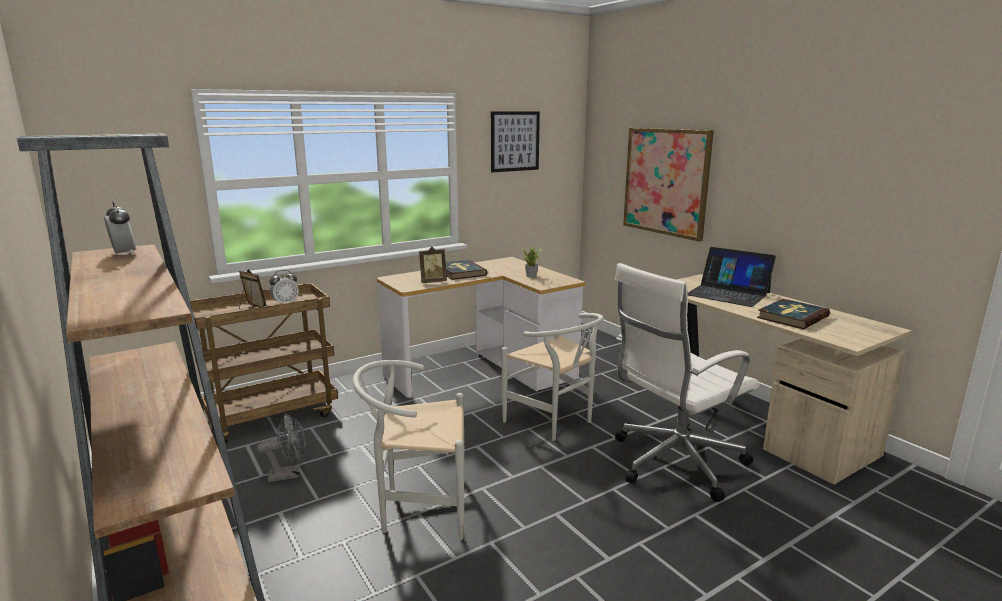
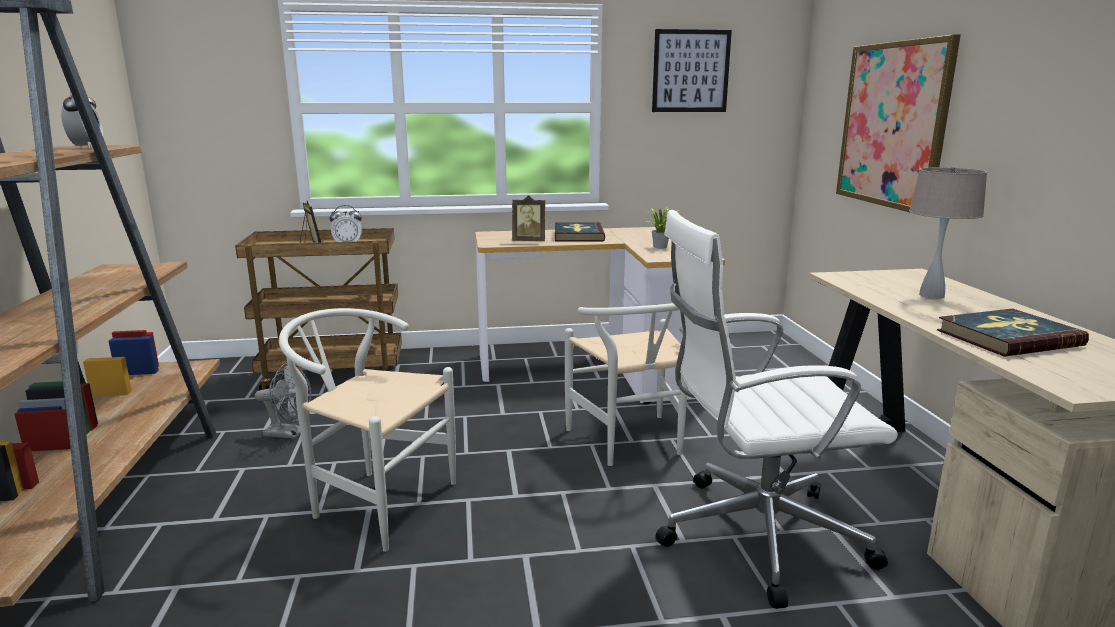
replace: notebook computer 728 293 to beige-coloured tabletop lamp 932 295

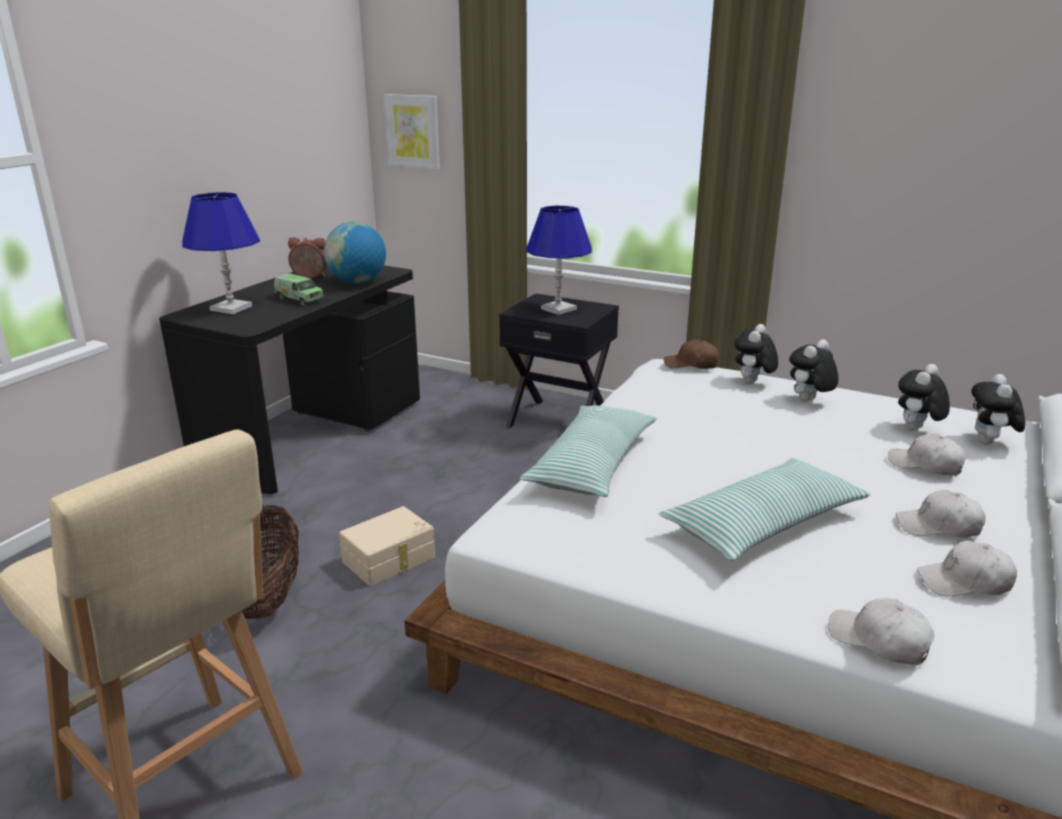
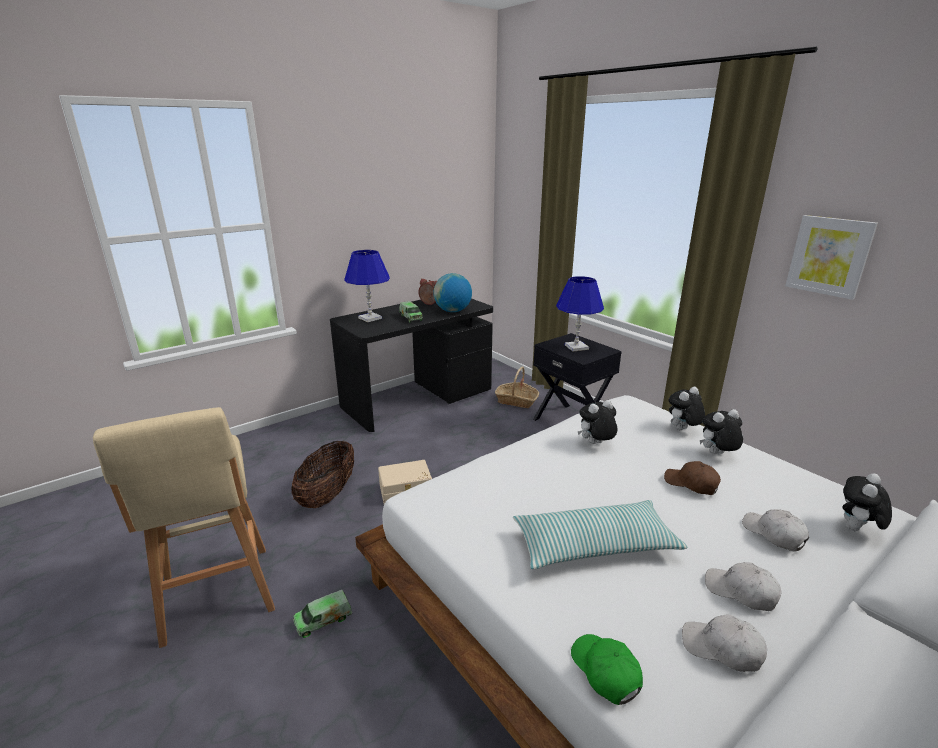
delete: pillow 592 465
insert: toy truck 323 620; household basket 516 401
move: wall art 413 131 to 829 256; brown-coloured baseball cap 691 364 to 691 484; cuddly toy 916 430 to 595 444
recolor: white-coloured baseball cap 879 641 to green baseball cap 605 672

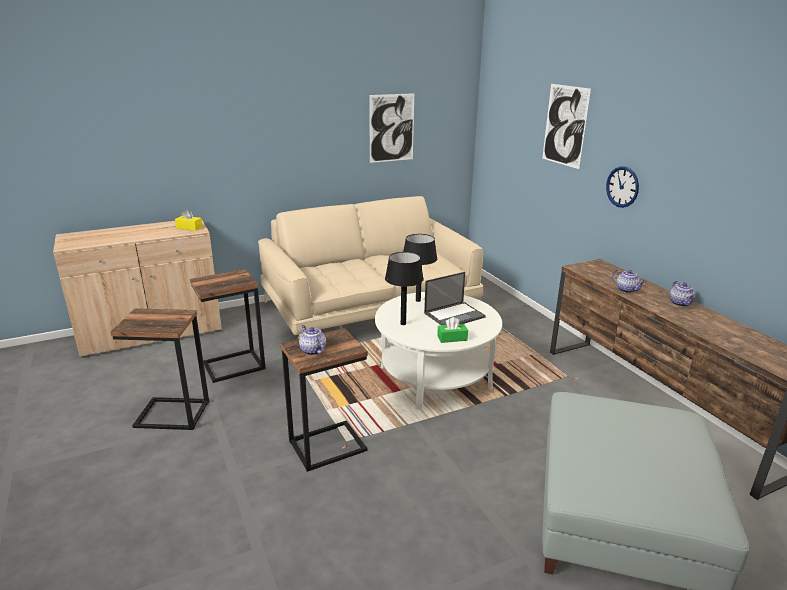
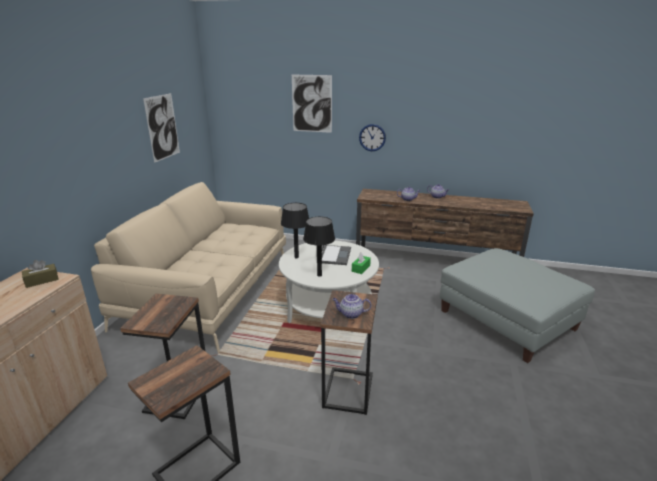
recolor: yellow tissue box 189 227 to brown-coloured tissue box 42 280

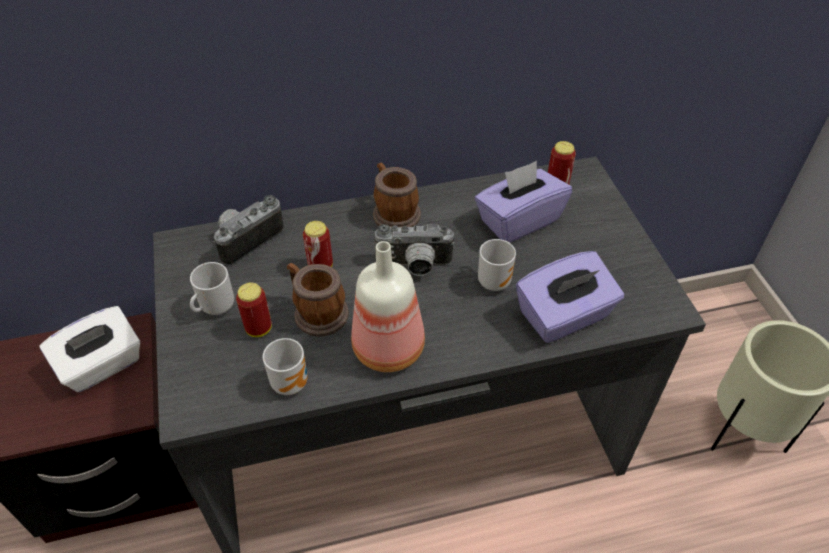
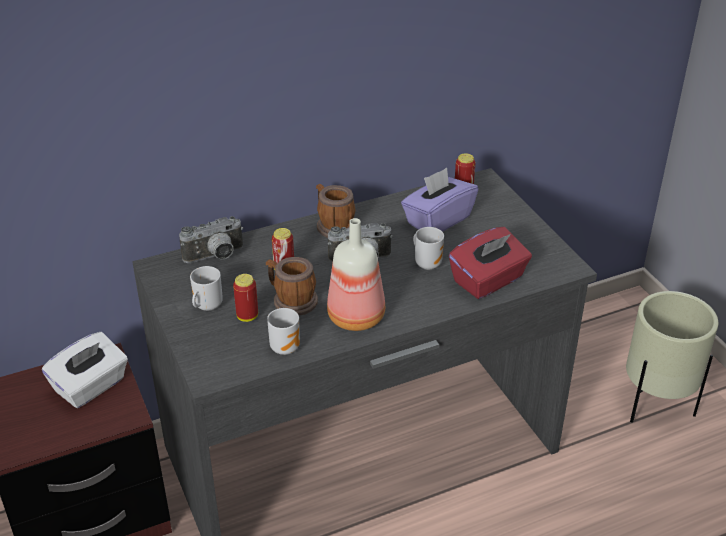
recolor: purple tissue box 564 316 to red-coloured tissue box 488 281
rotate: photo camera 247 239 = 215 257 150 degrees counterclockwise

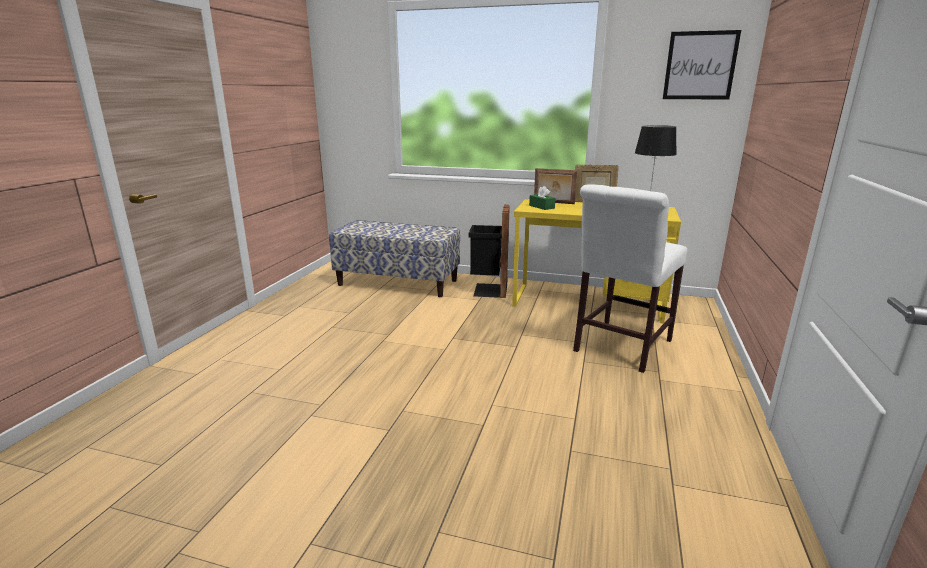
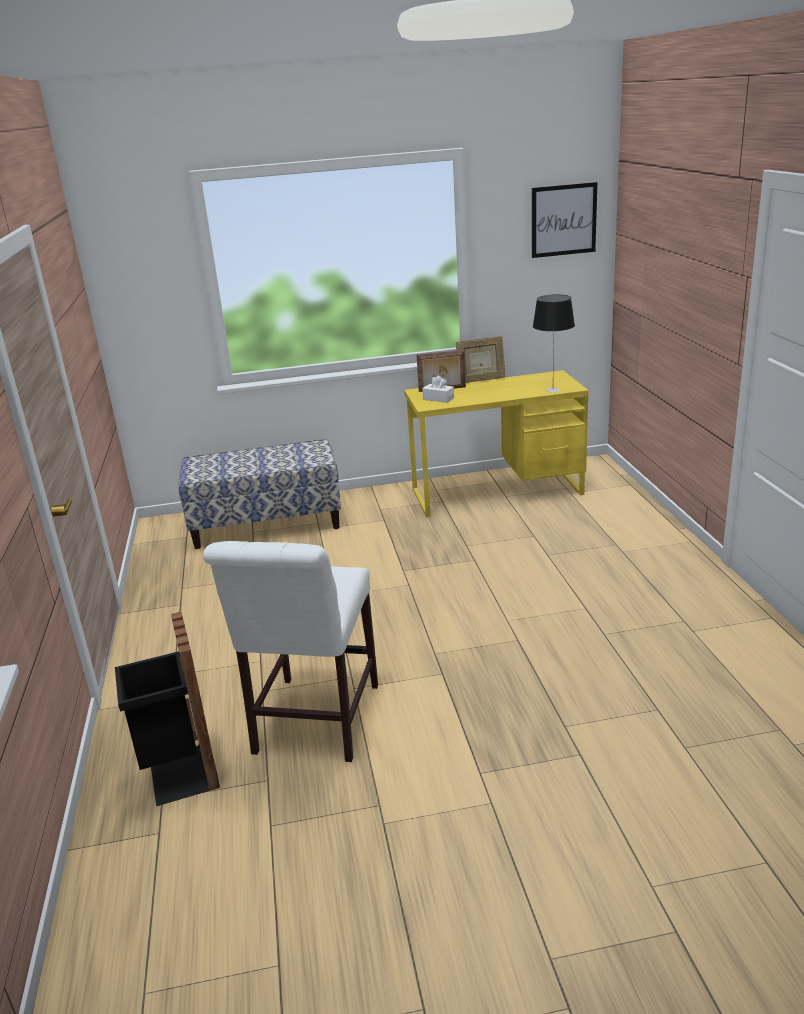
move: black-coloured waste bin 488 290 to 179 774; white-coloured upright chair 619 347 to 313 724
recolor: green tissue box 541 207 to white-coloured tissue box 438 399

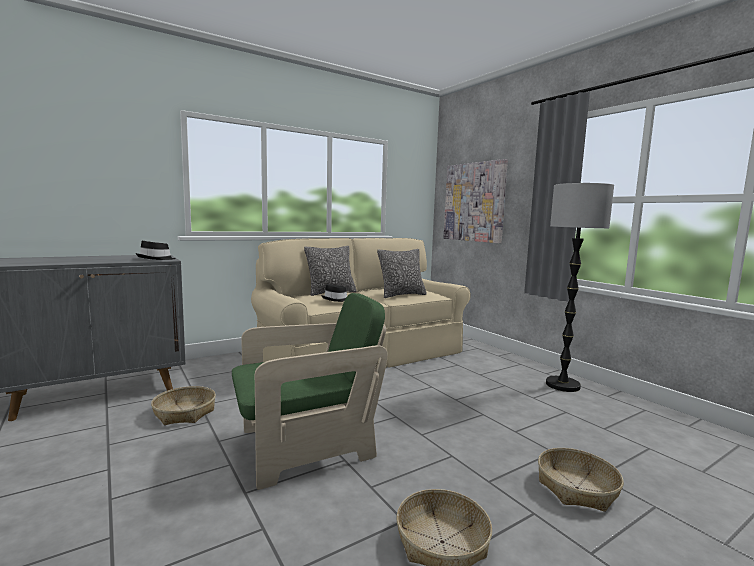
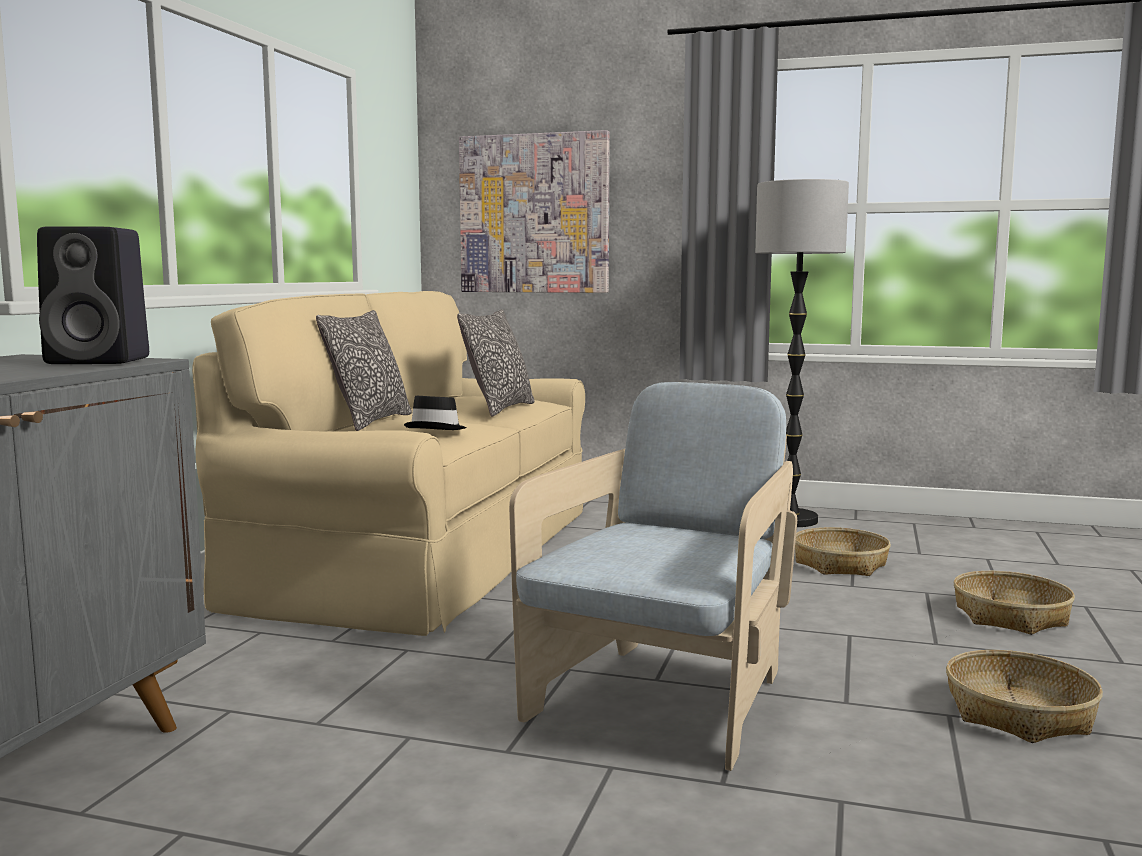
move: household basket 185 413 to 840 564
replace: black-coloured wearable hat 156 259 to black-coloured loudspeaker 102 361
recolor: green lounge chair 306 447 to beige-coloured lounge chair 664 699

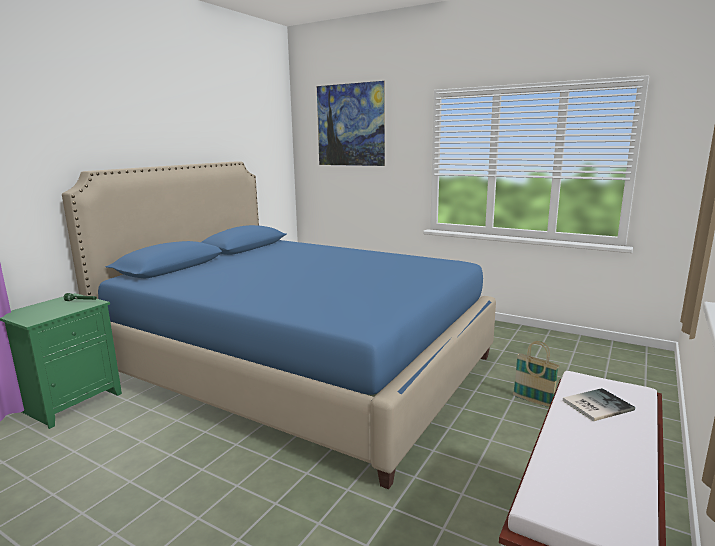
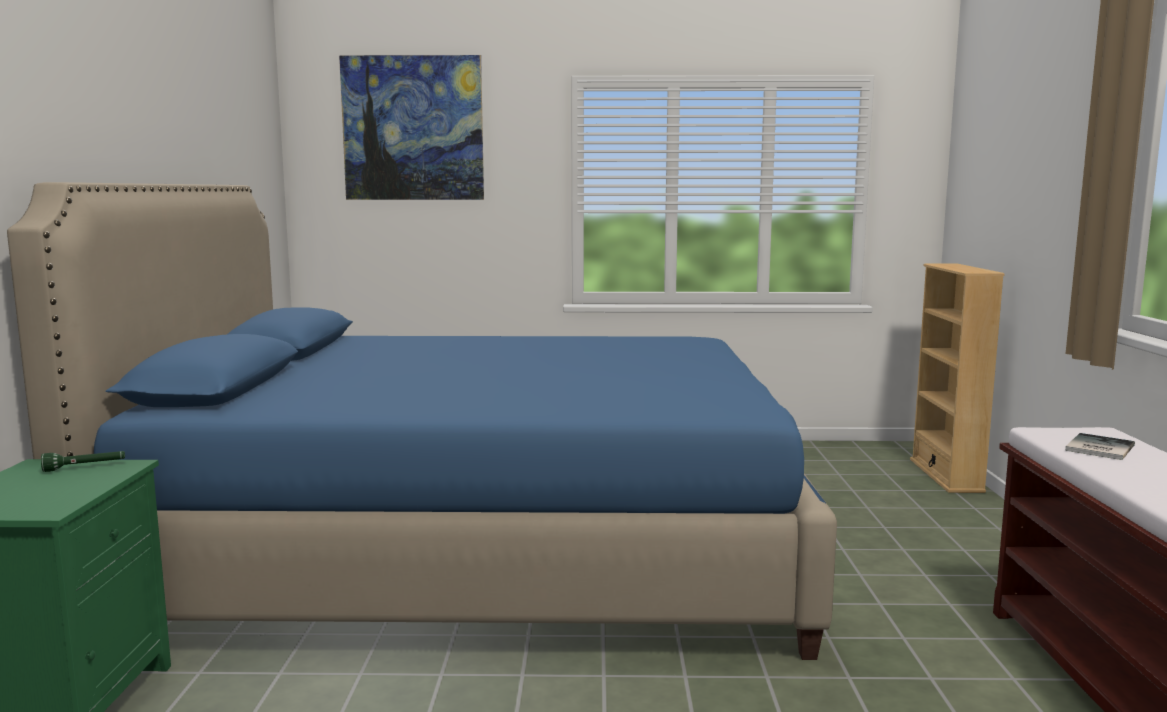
delete: household basket 533 401
insert: beige-coloured bookshelf 946 475

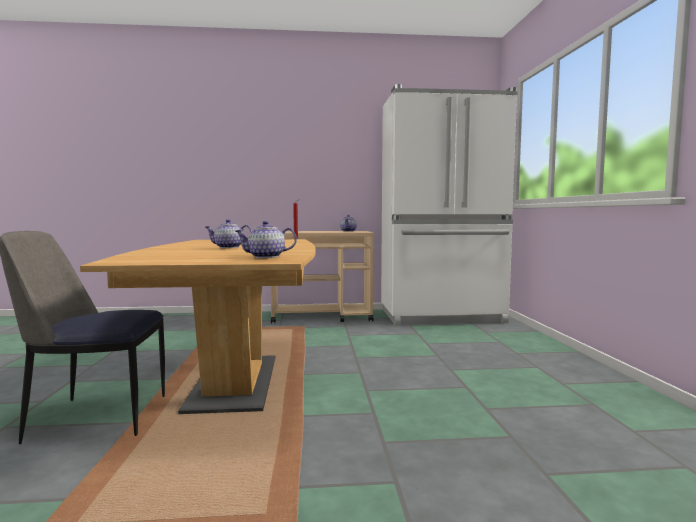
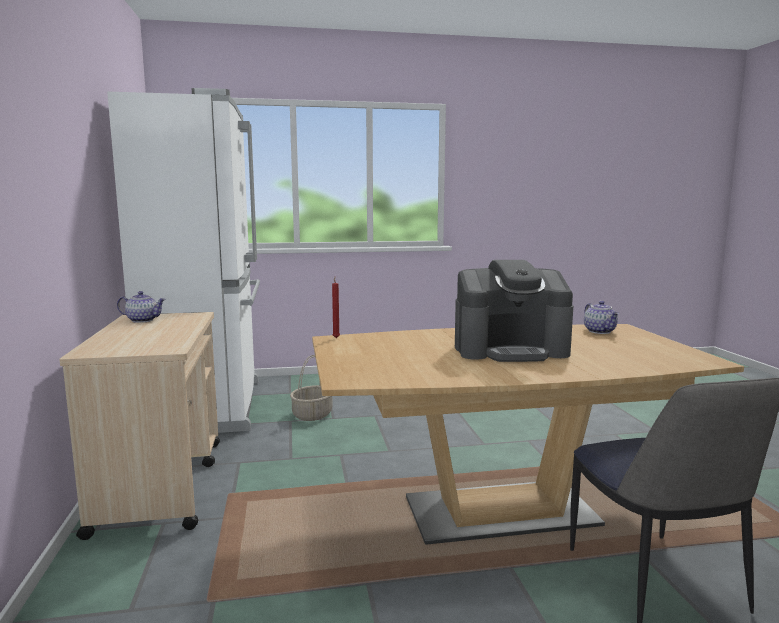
insert: household basket 312 414
replace: tea pot 228 247 to coffee brewer 510 350

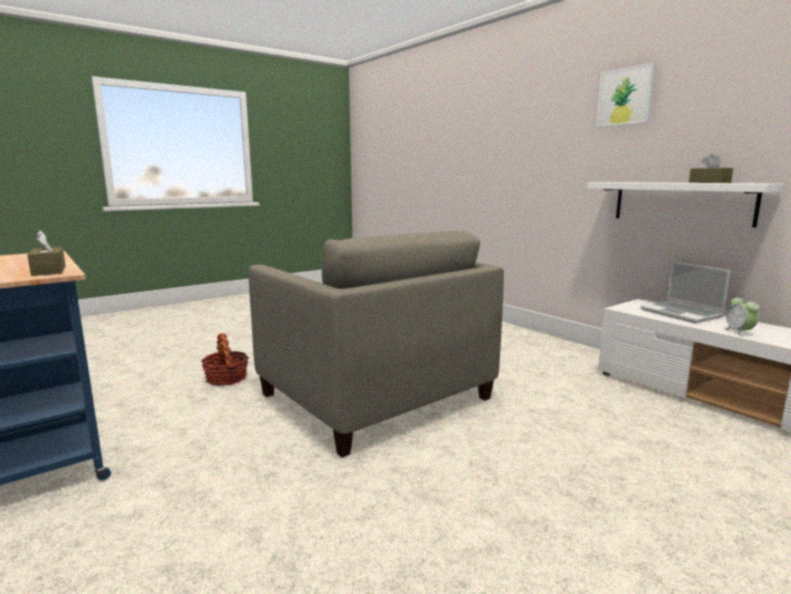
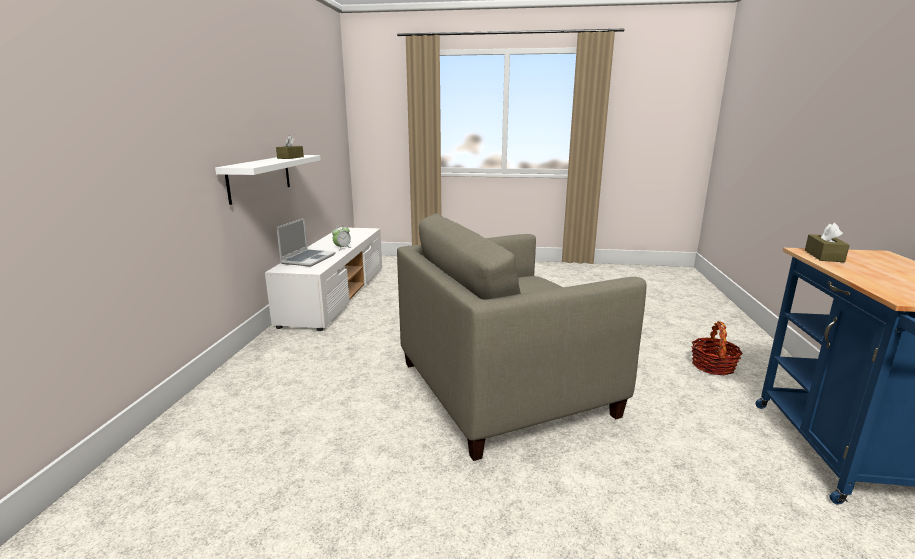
delete: wall art 625 96
move: household basket 226 378 to 713 366
rotate: beige-coloured lounge chair 374 396 = 504 388 120 degrees counterclockwise

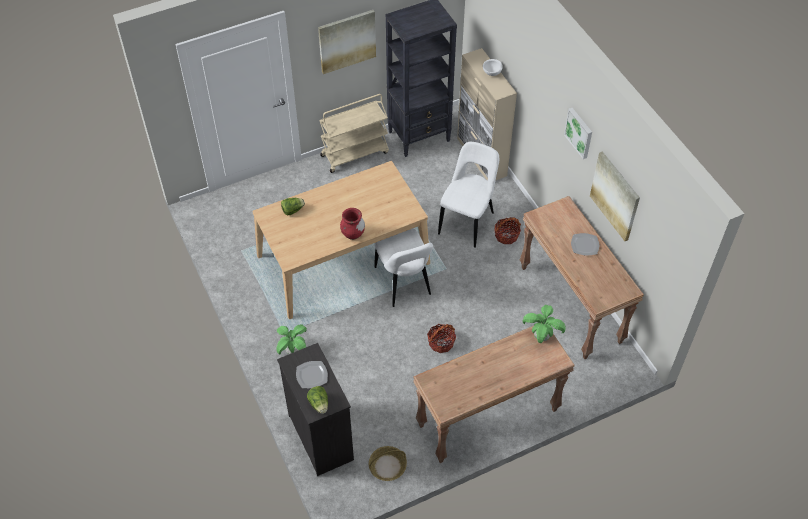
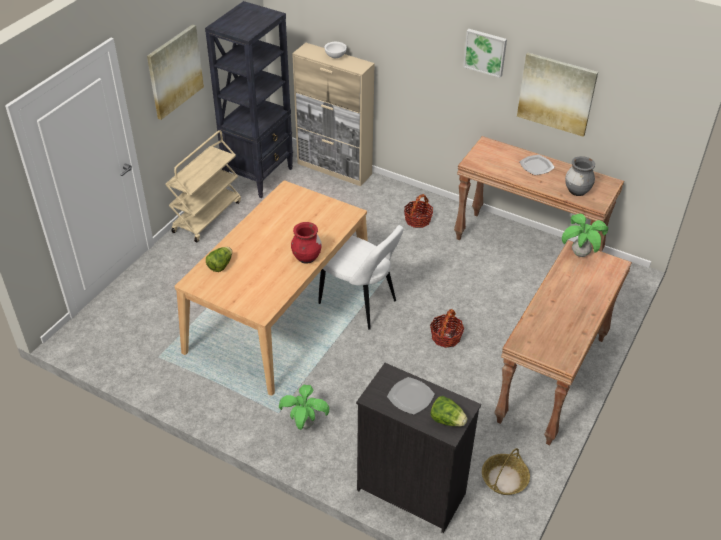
delete: white-coloured upright chair 467 221
insert: gray flower vase 577 191

